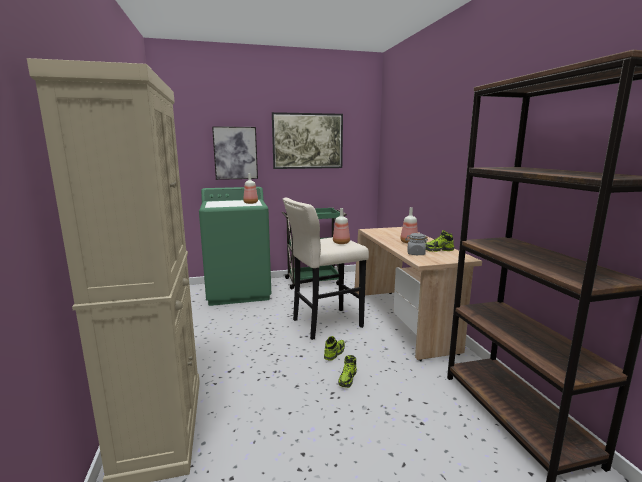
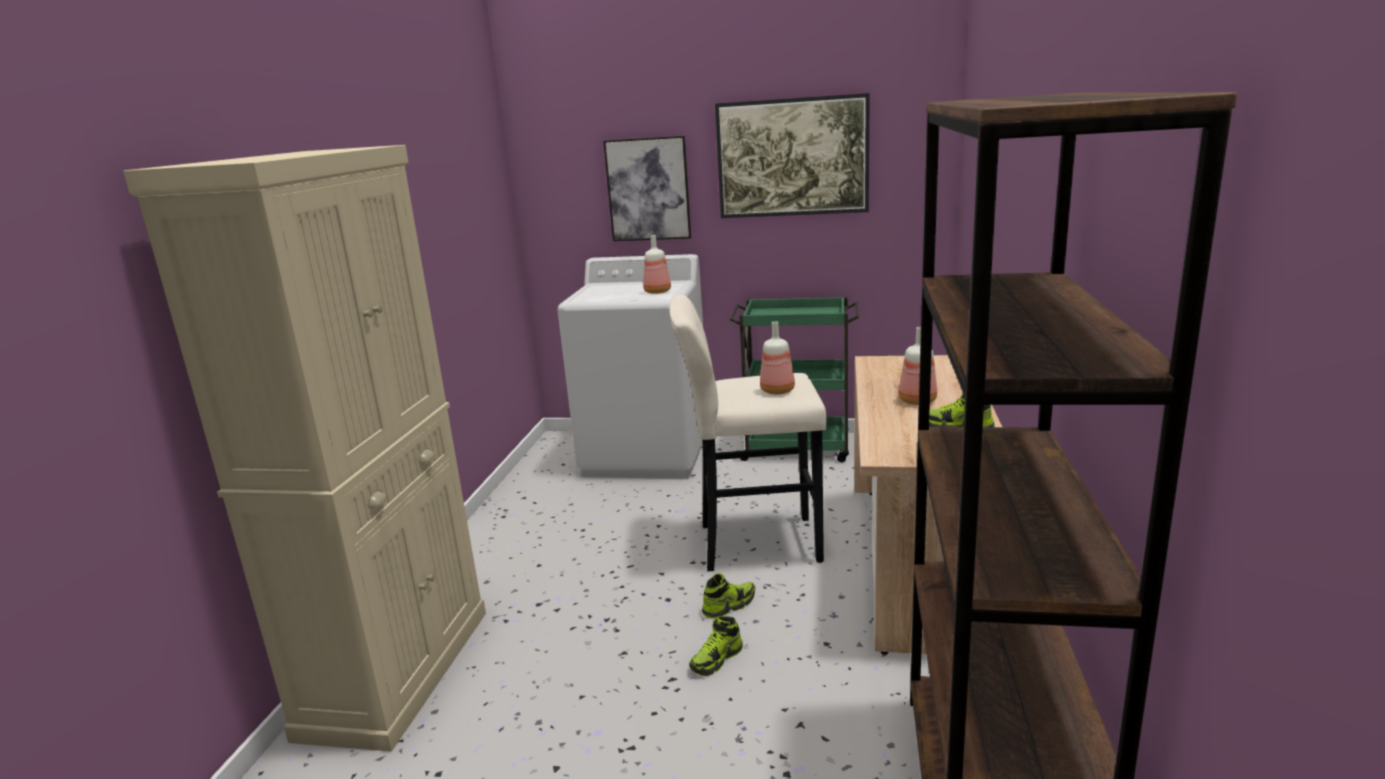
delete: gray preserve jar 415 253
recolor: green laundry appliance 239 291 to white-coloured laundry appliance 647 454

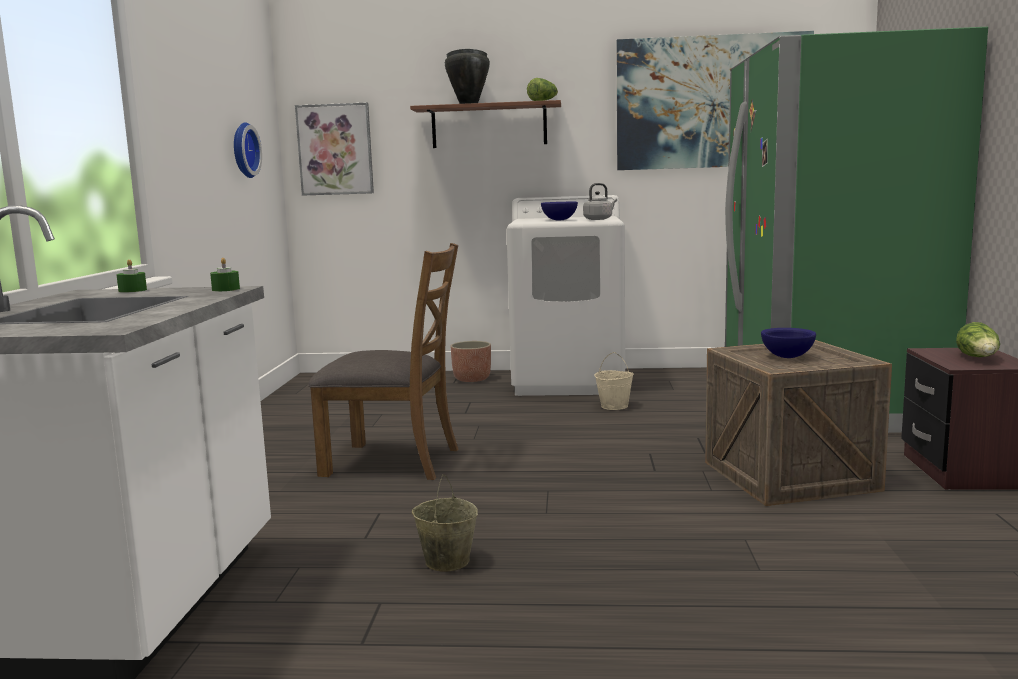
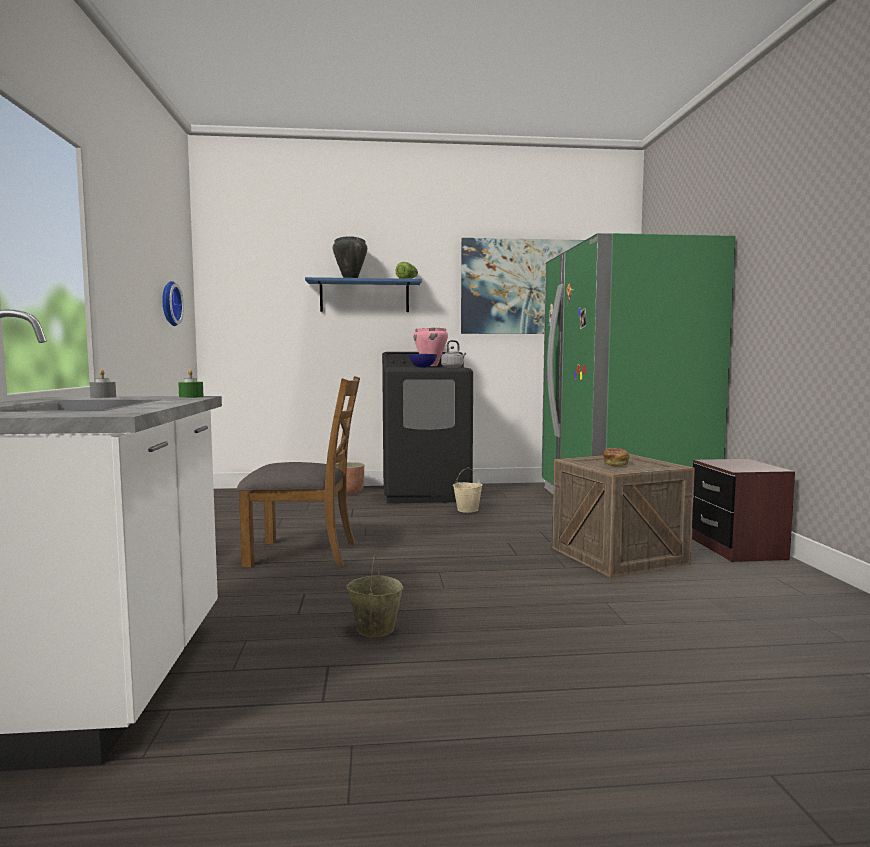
delete: wall art 335 149; head of lettuce 979 358
insert: pinkish saucepot 430 366
replace: bluish serving bowl 787 356 to baked bread 615 464
recolor: green wax light 132 290 to gray wax light 103 397; brown-coloured shelf 489 126 to bluish shelf 364 296; white-coloured laundry appliance 569 381 to black-coloured laundry appliance 426 493

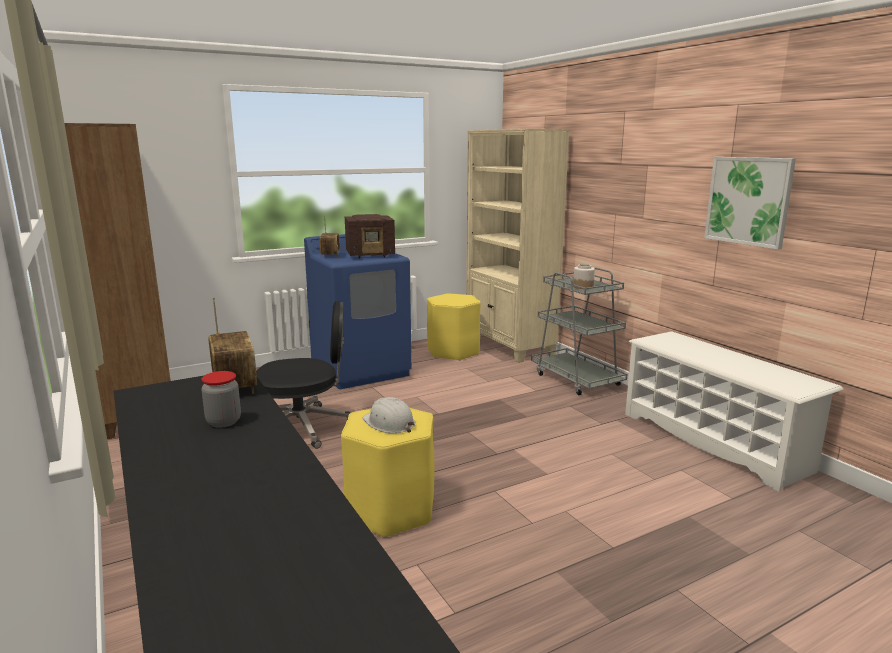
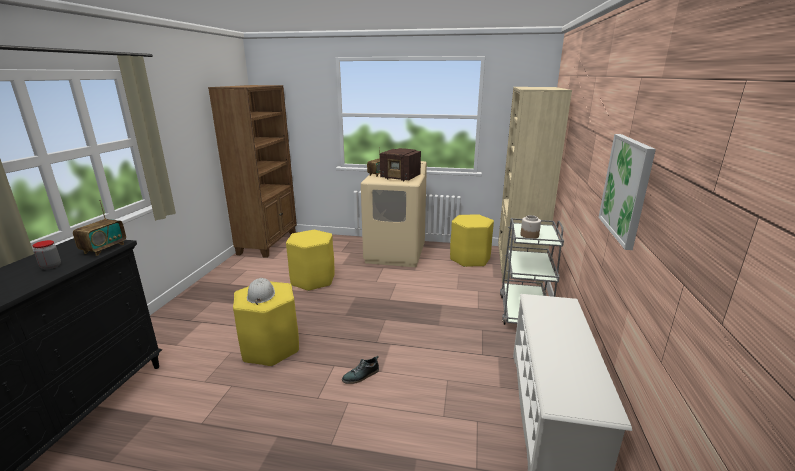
insert: shoe 361 375
replace: black-coloured office chair 304 427 to yellow stool seat 313 280
recolor: bluish laundry appliance 361 370 to beige-coloured laundry appliance 395 254

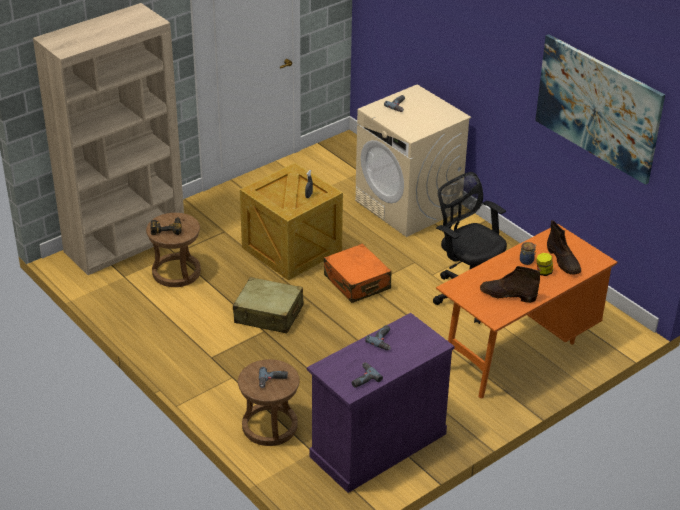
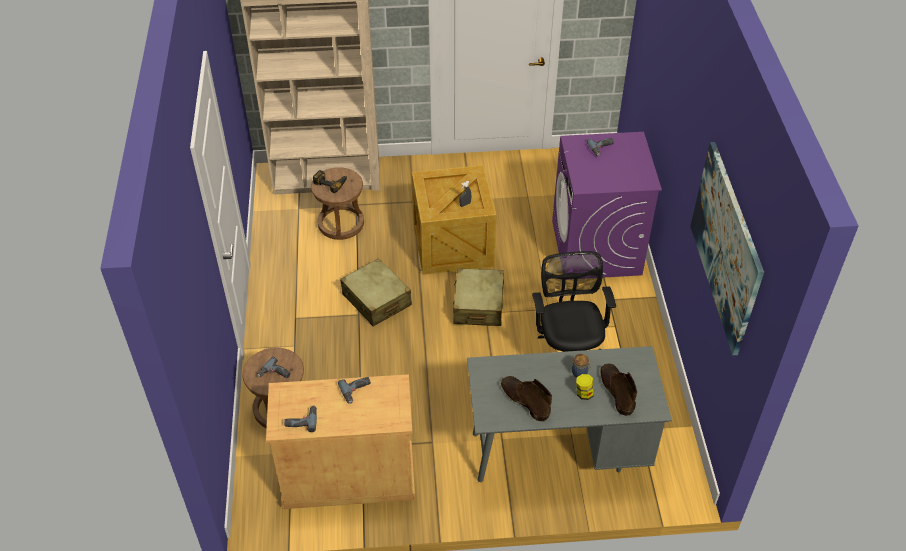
recolor: purple storage cabinet 378 445 to beige-coloured storage cabinet 348 477; orange-coloured piece of luggage 357 282 to beige-coloured piece of luggage 478 305; beige-coloured laundry appliance 408 206 to purple laundry appliance 596 248; orange-coloured desk unit 518 351 to gray desk unit 558 451
rotate: brown-coloured tall boot 563 261 = 616 391 150 degrees clockwise

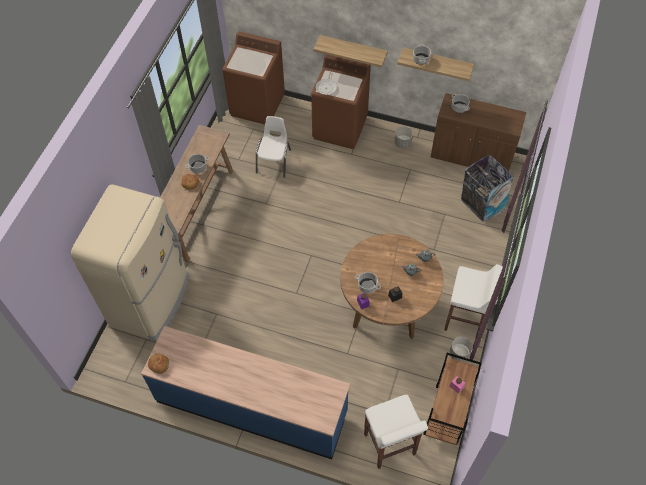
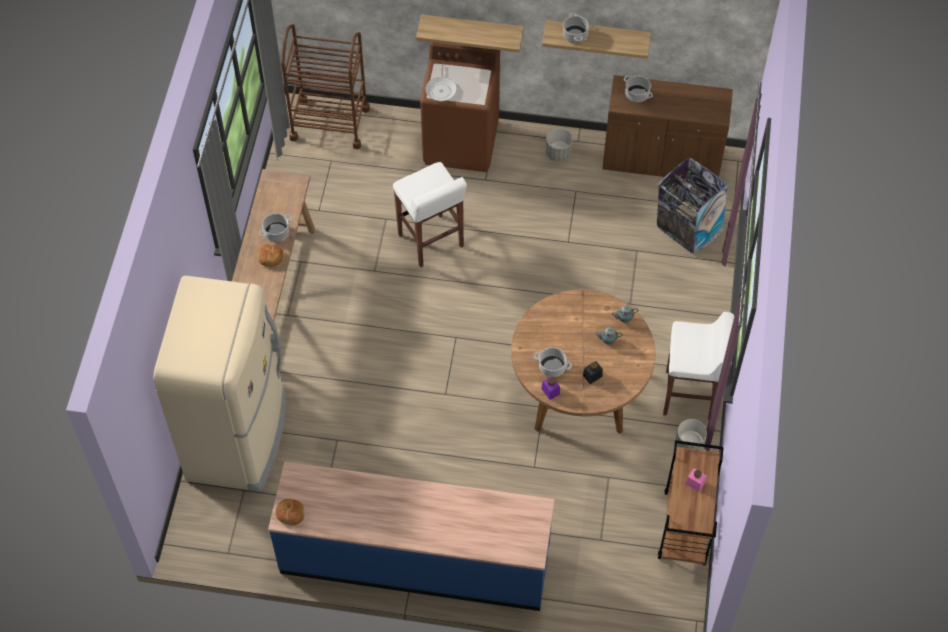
delete: white-coloured upright chair 274 161
move: white-coloured stool seat 389 445 to 431 241
replace: brown-coloured laundry appliance 257 105 to brown-coloured wheeled cart 330 123

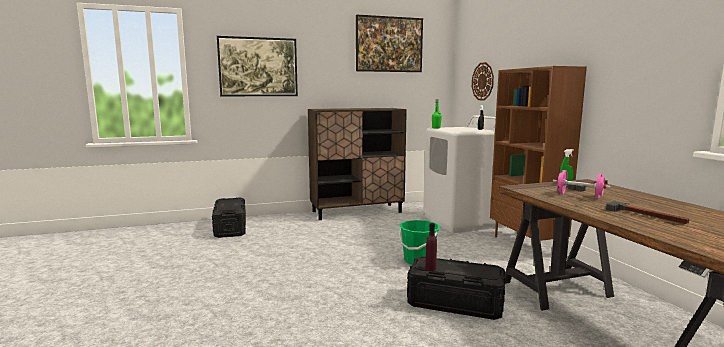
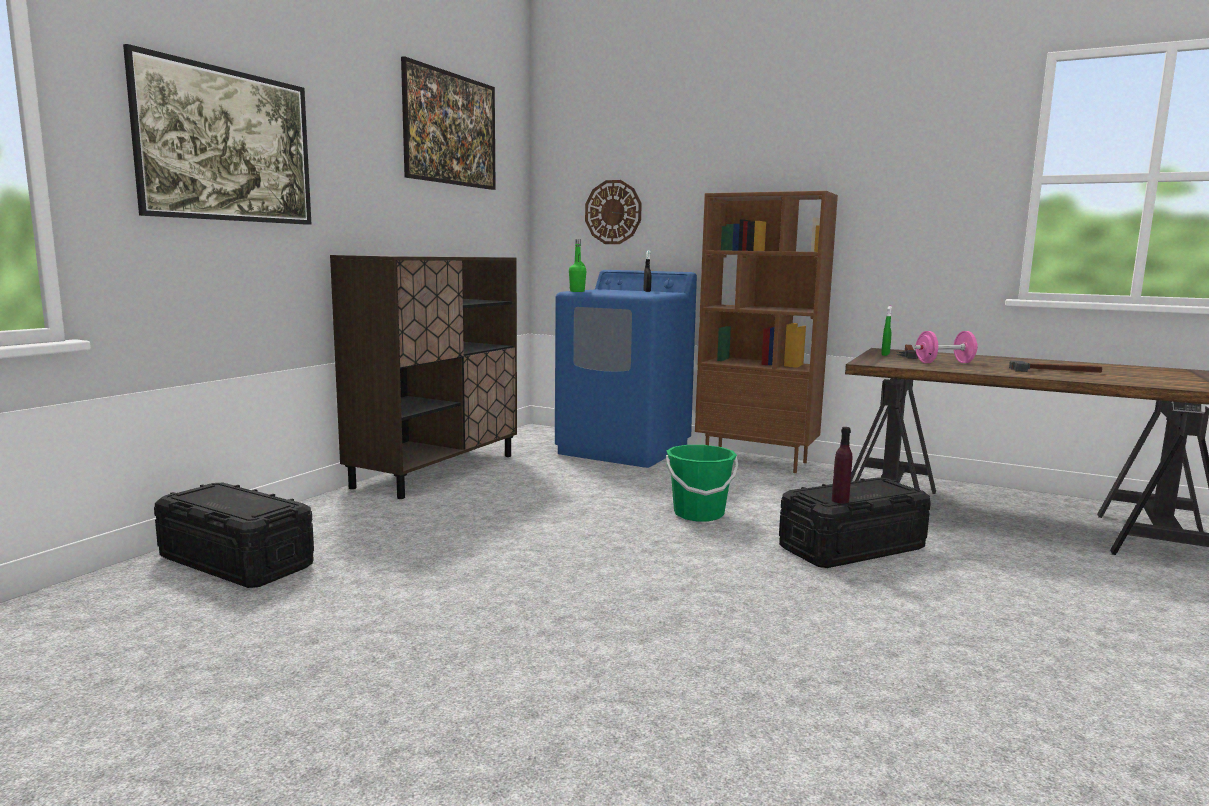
recolor: white-coloured laundry appliance 463 221 to bluish laundry appliance 624 449

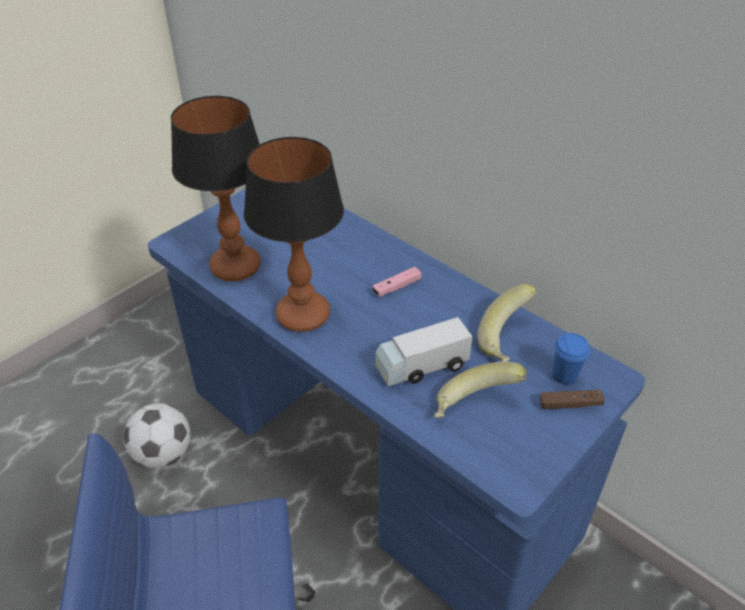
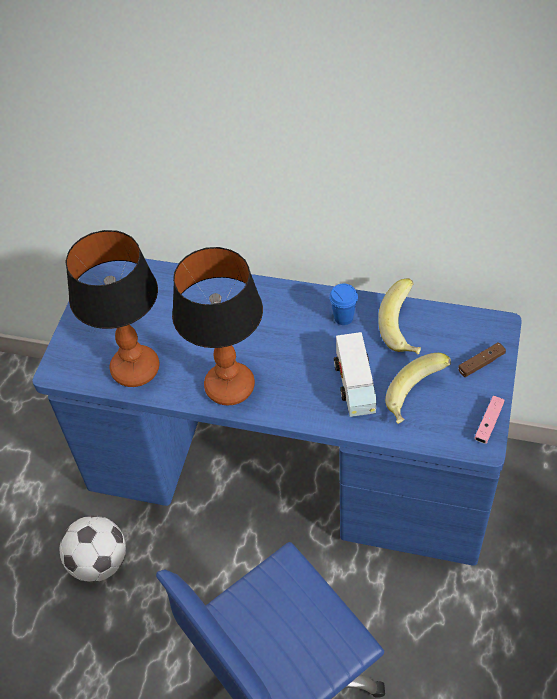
move: pinkish gamepad 397 287 to 488 423; bluish cup 564 376 to 343 318
rotate: toy truck 421 366 = 355 385 45 degrees counterclockwise

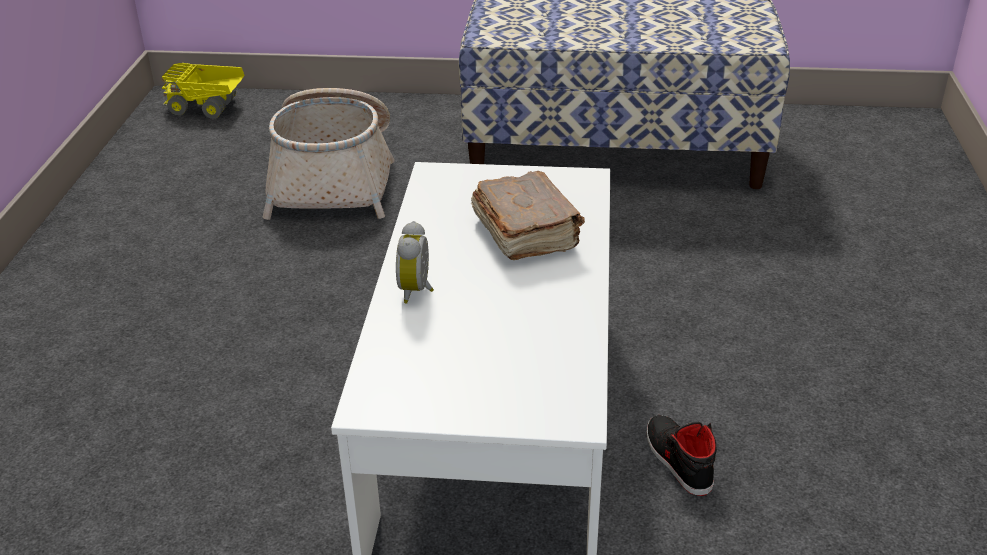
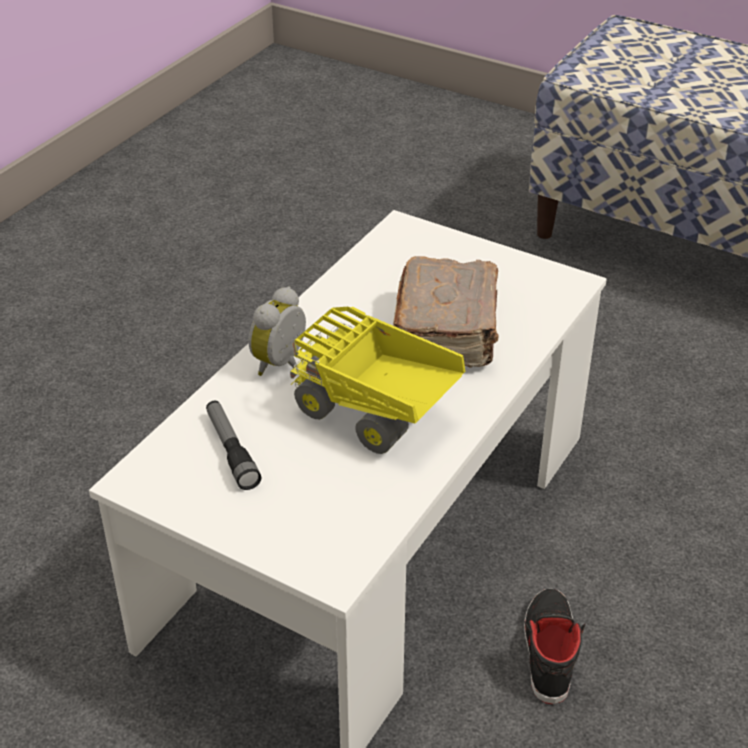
delete: household basket 335 179
insert: hand torch 231 451
move: toy truck 207 108 to 374 414

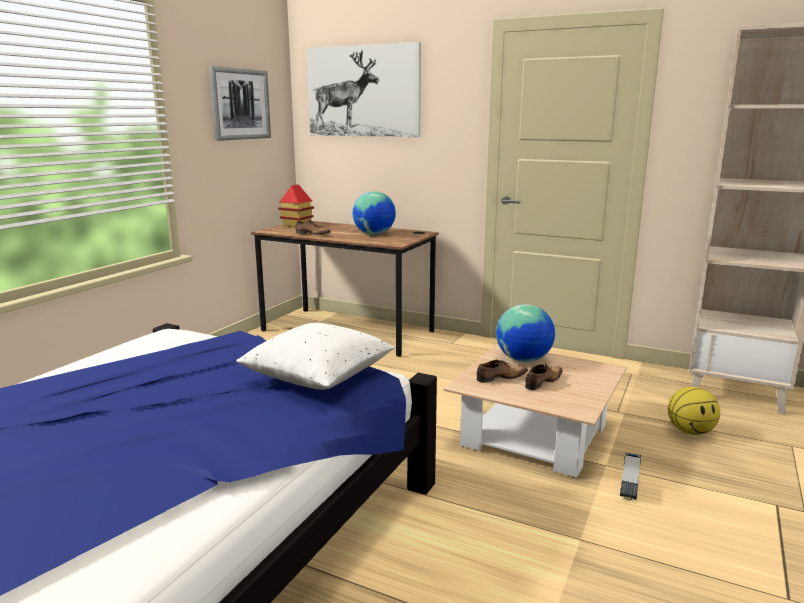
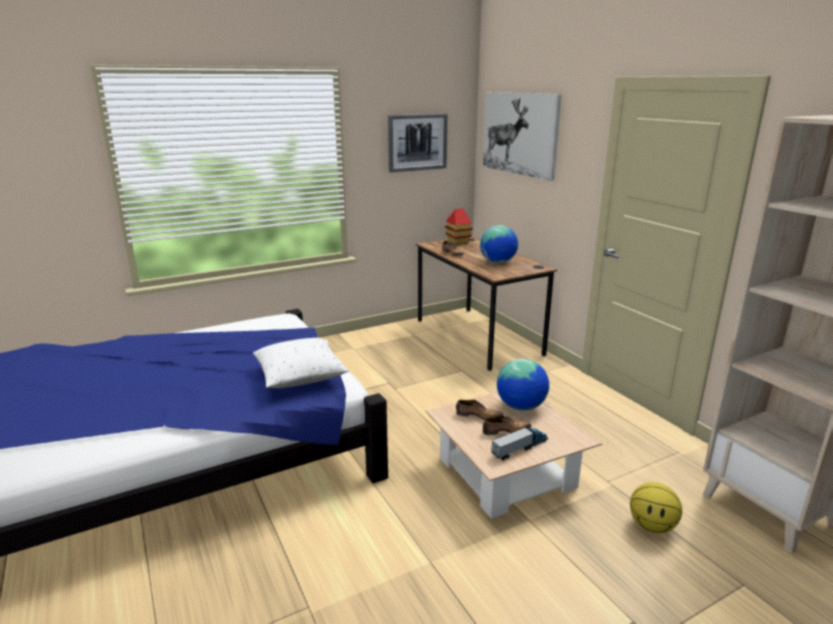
move: toy truck 630 480 to 520 448

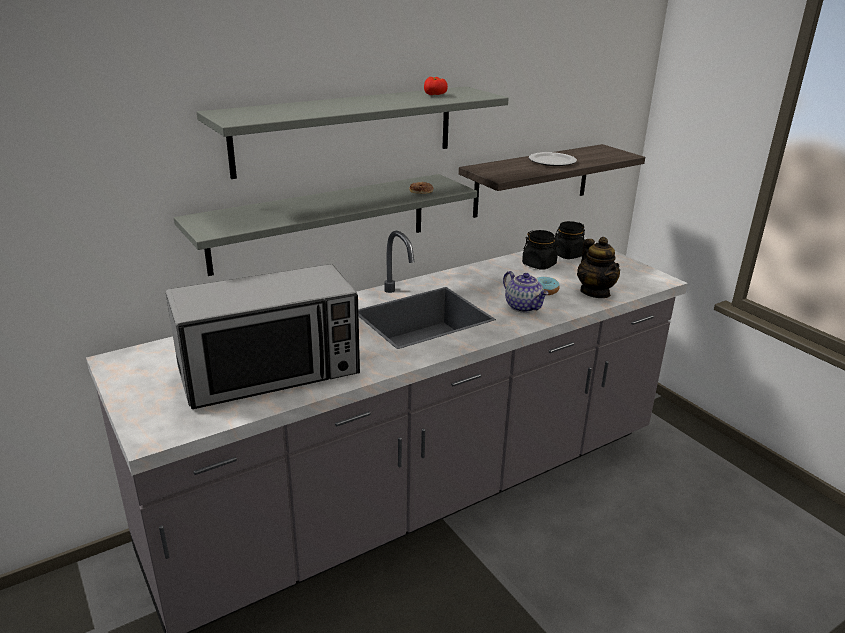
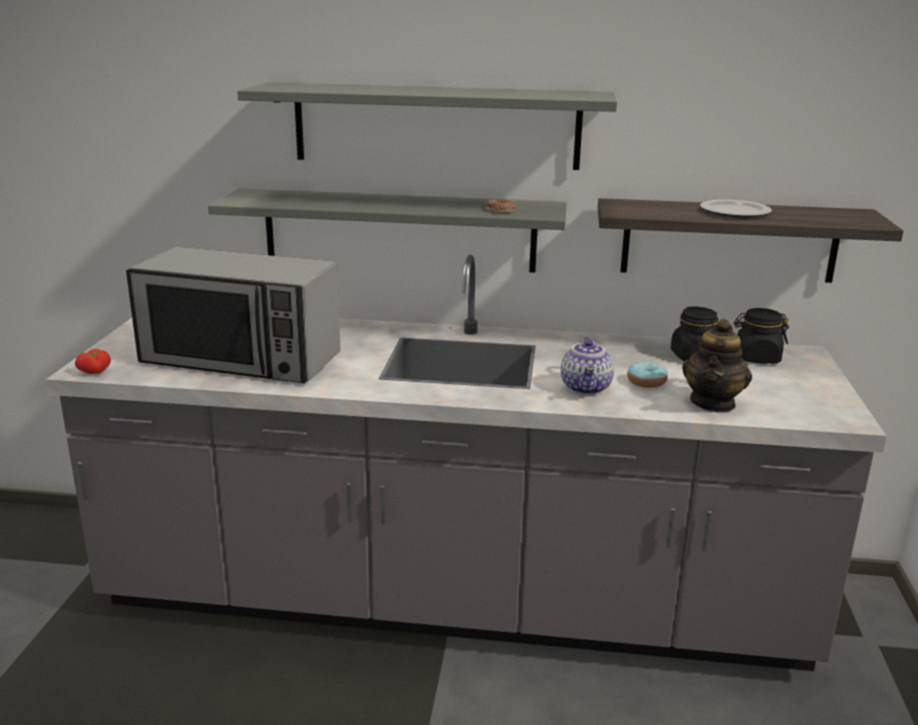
move: fresh tomato 435 95 to 95 372

